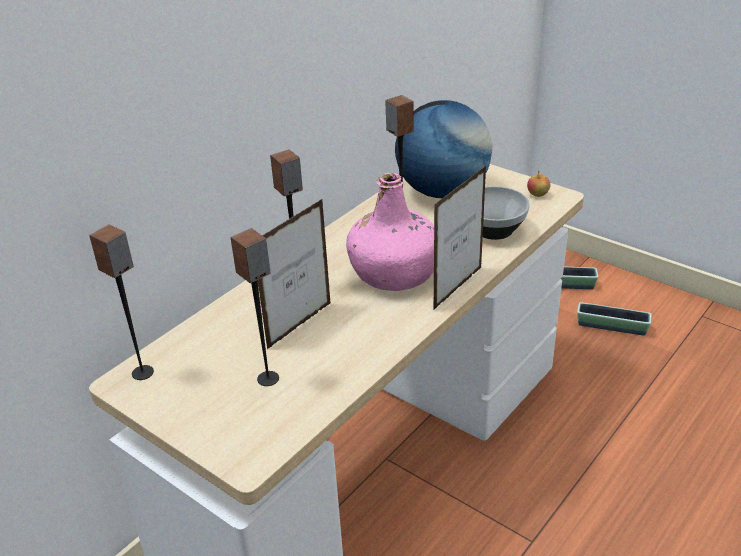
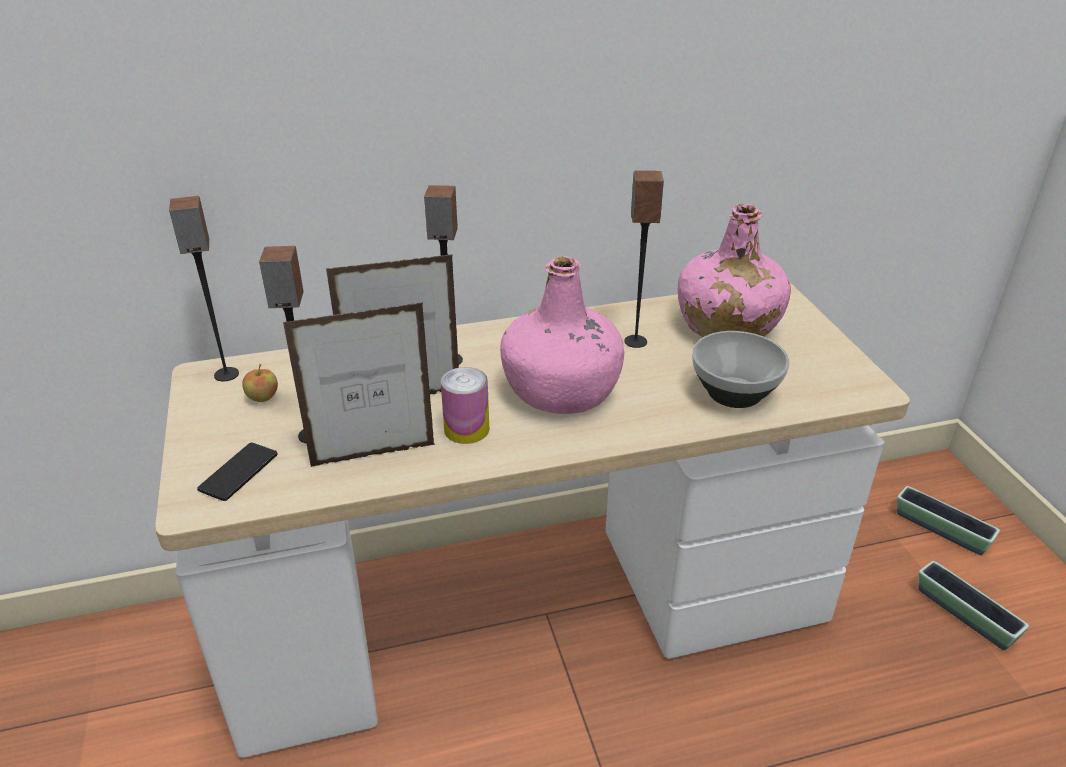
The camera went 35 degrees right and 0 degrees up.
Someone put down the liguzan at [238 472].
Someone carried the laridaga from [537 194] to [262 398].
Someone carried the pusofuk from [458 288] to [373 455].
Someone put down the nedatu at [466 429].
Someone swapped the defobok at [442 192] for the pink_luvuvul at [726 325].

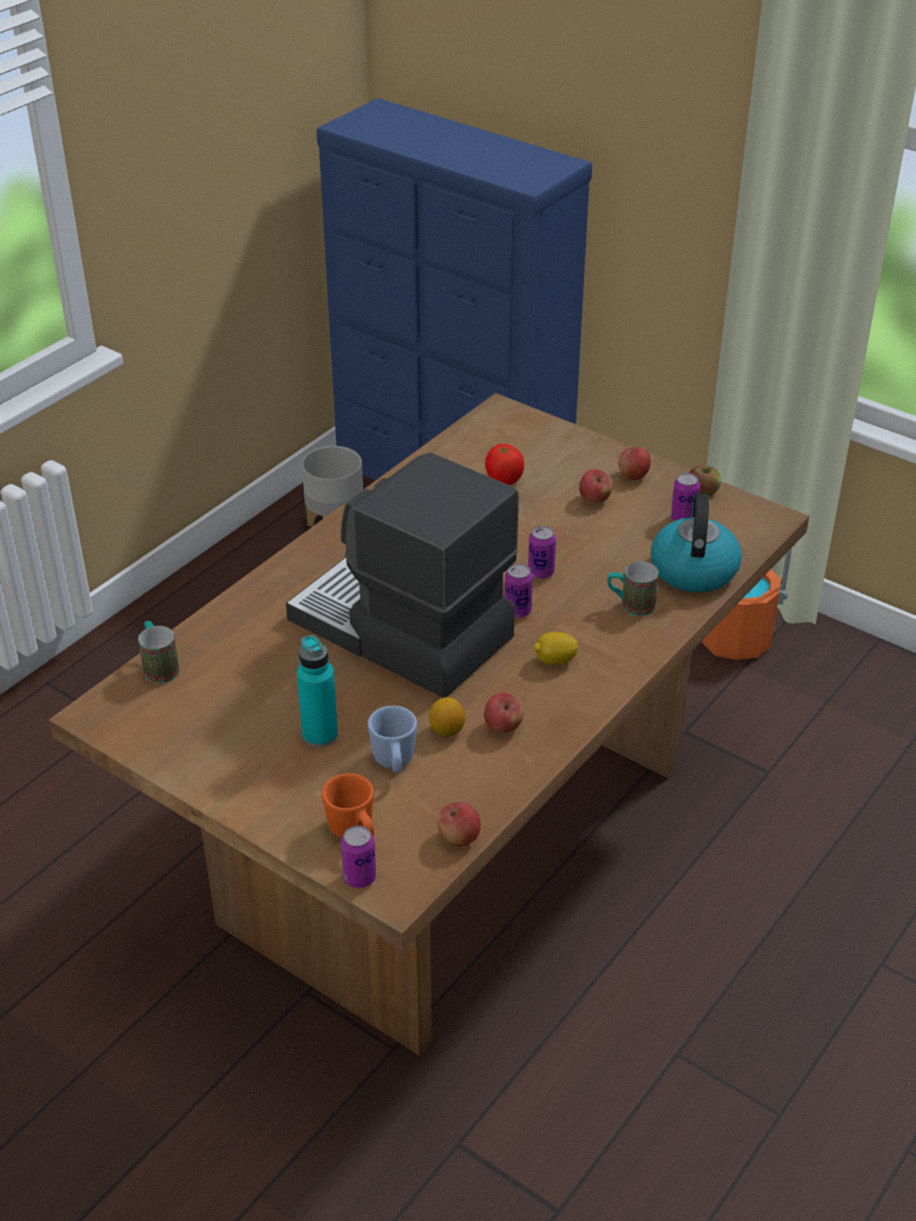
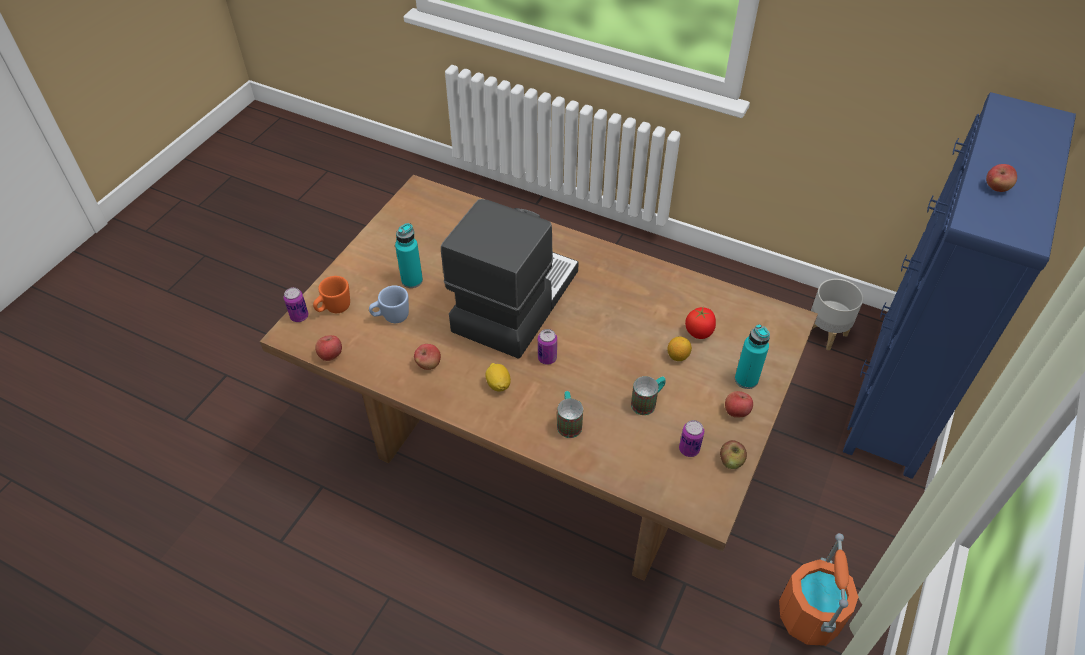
The camera went 80 degrees right and 10 degrees up.
Someone carried the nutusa from [159 666] to [647 402].
Someone carried the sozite from [446 730] to [678 356].
Someone put down the turquoise_luvuvul at [746 379].
Someone carried the laridaga from [594 500] to [996 188].
Someone took away the nedatu at [541 572].
Someone took away the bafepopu at [693 569].

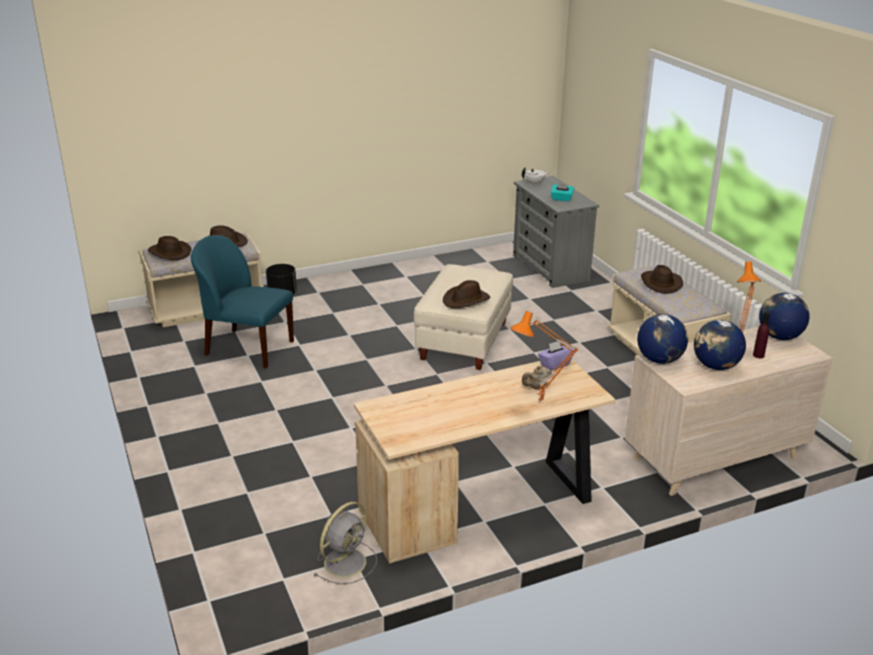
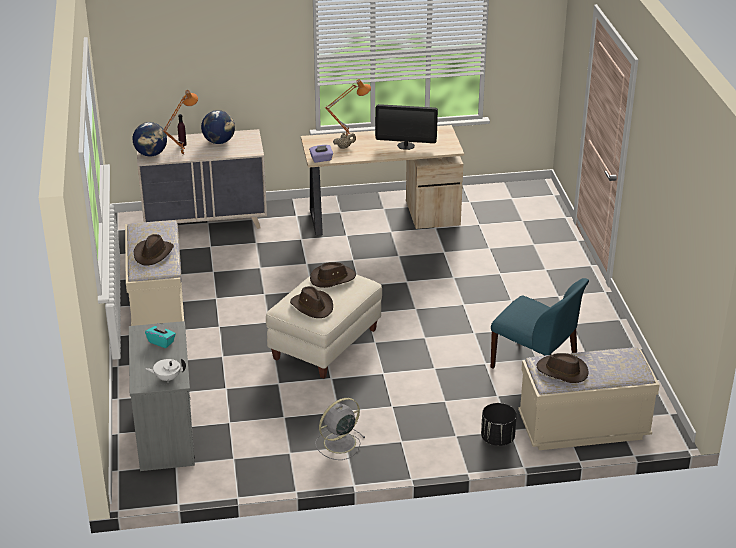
The camera went 165 degrees left and 5 degrees up.
Someone carried the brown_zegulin from [169 253] to [312 306].
Someone carried the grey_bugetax from [346 561] to [338 443].
Someone put down the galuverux at [406 146].
Someone took away the defobok at [659 360].

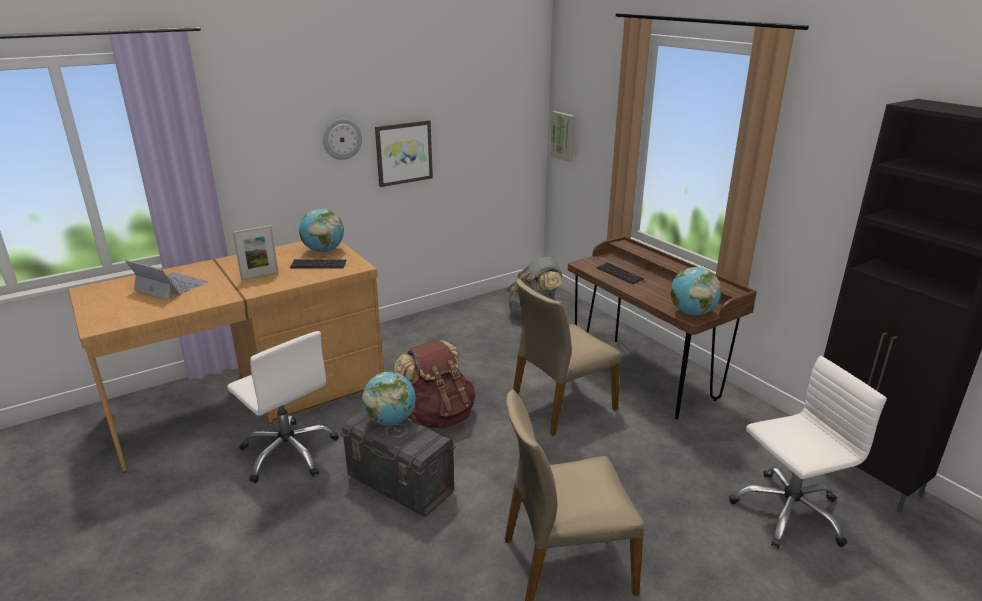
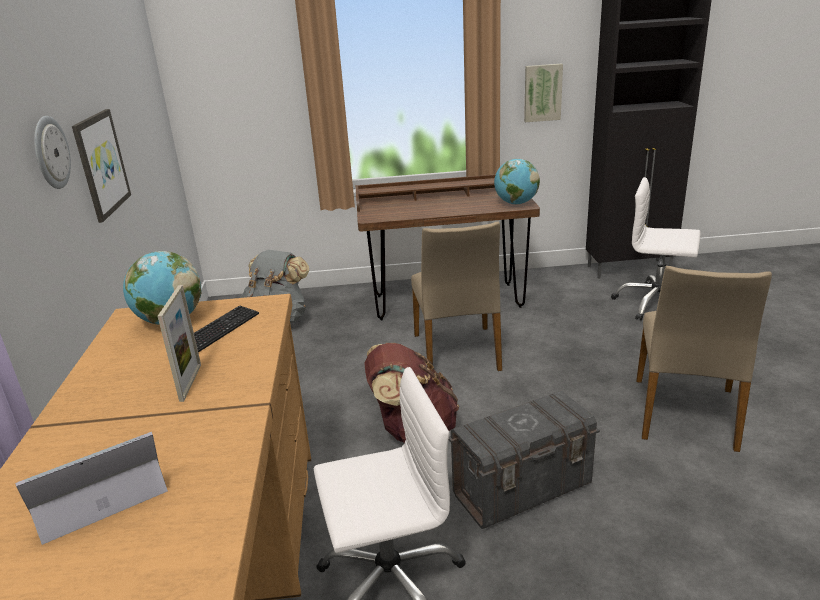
The camera went 60 degrees left and 0 degrees up.
Someone carried the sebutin from [564 136] to [542 92].
Someone rotated the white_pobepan at [788 512] by 75 degrees counterclockwise.
Someone took away the defobok at [390 420].
Someone took away the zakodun at [619 274].

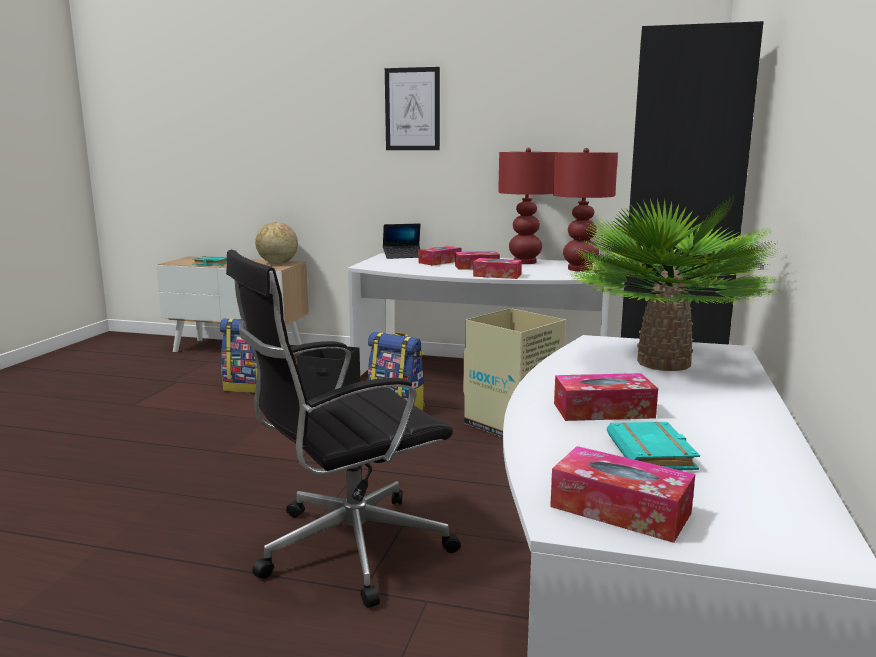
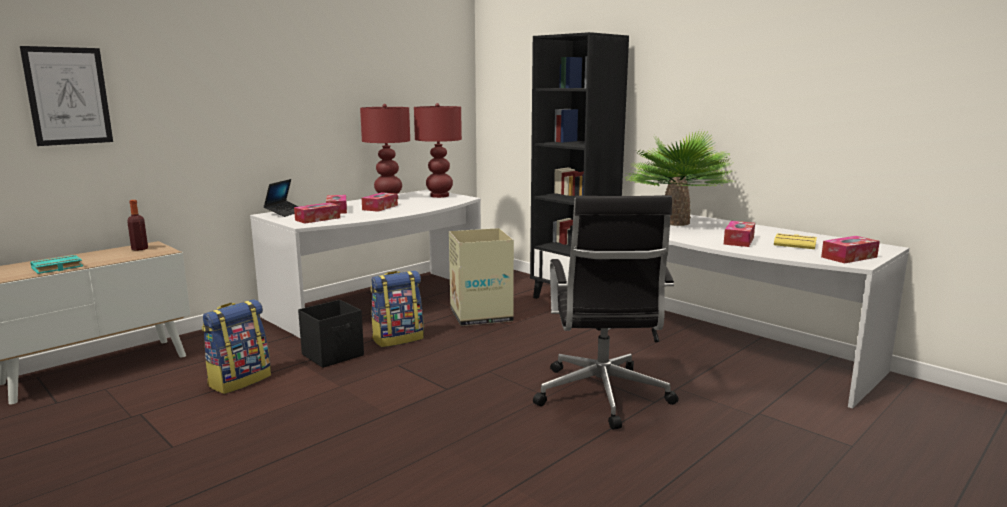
The camera went 60 degrees left and 0 degrees up.
Someone carried the sebutin from [412 109] to [68 96].
Someone swapped the defobok at [277 263] for the luvuvul at [139 249].
Someone carried the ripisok from [497 275] to [317 219].
Someone repainted the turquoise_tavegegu at [654 454], which became the yellow_tavegegu at [795 245].

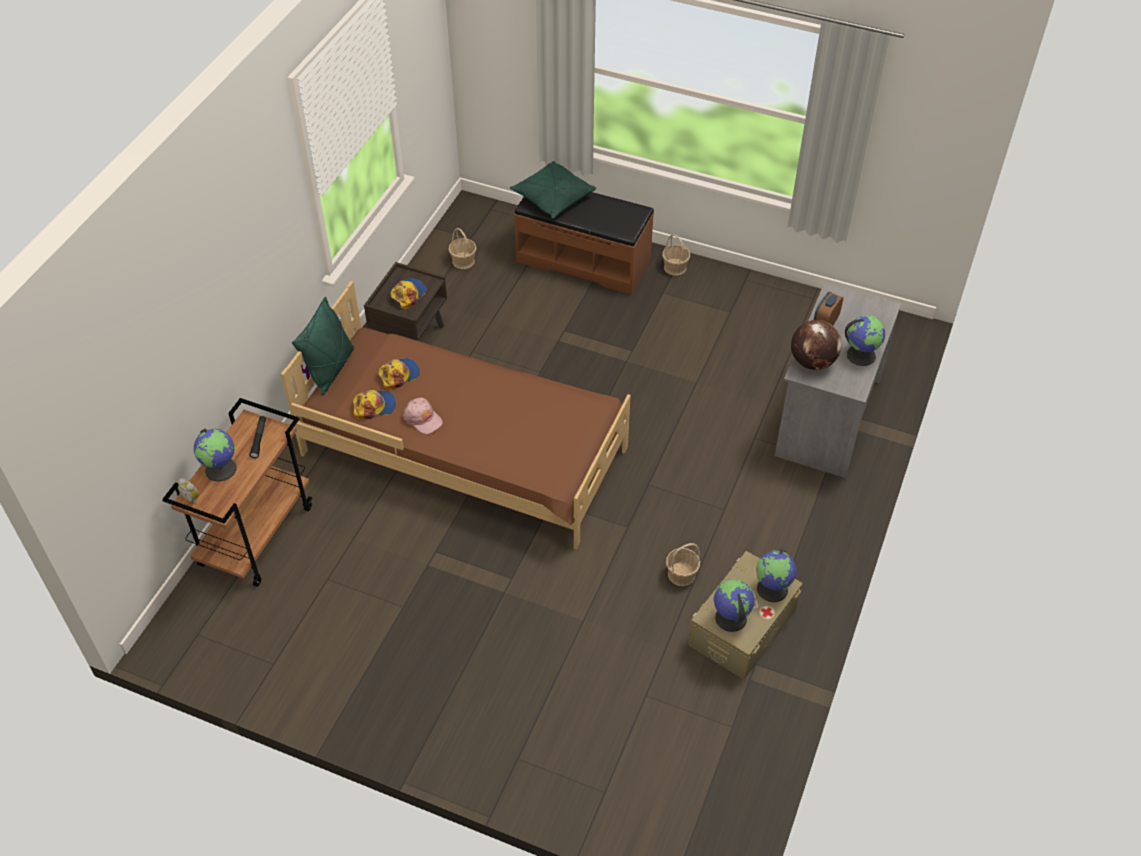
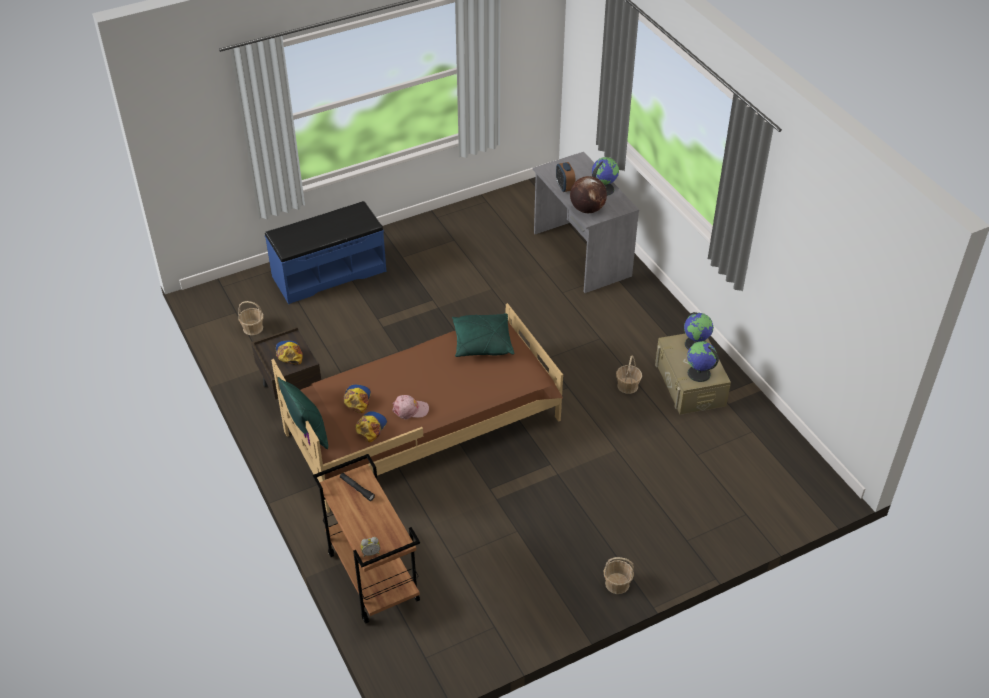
The camera went 50 degrees left and 5 degrees down.
Someone repainted the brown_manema at [584 260], which became the blue_manema at [329 273].
Someone carried the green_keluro from [553 198] to [482 343].
Someone carried the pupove from [675 267] to [617 583].
Someone took away the defobok at [221 469].

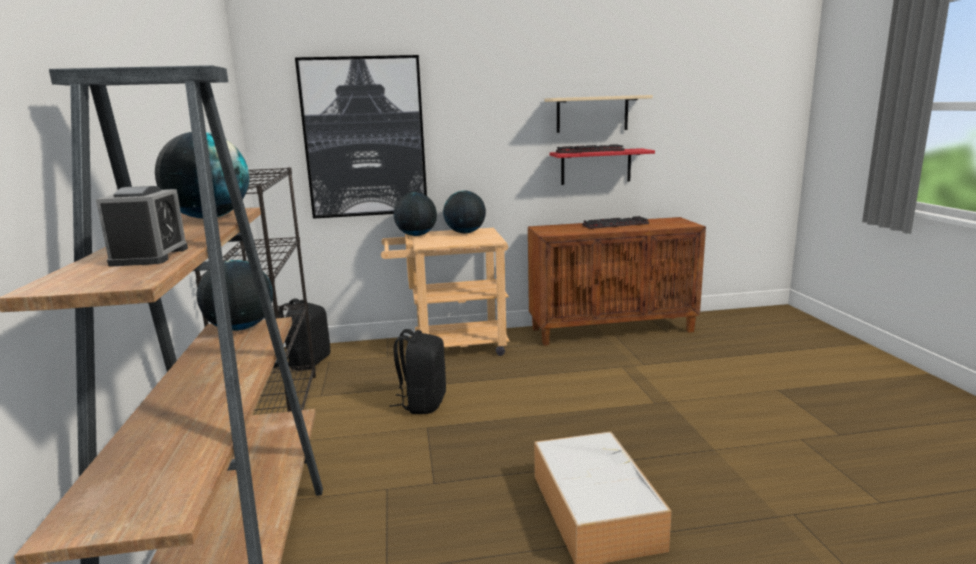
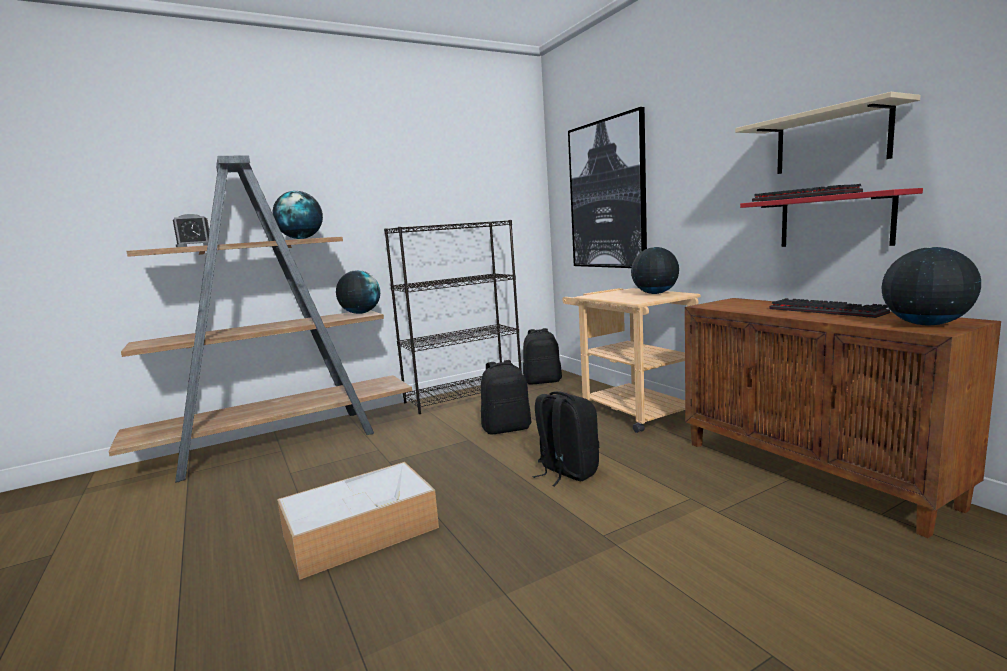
The camera went 70 degrees right and 5 degrees down.
Someone put down the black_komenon at [566 472].
Someone carried the defobok from [416 235] to [925 324].

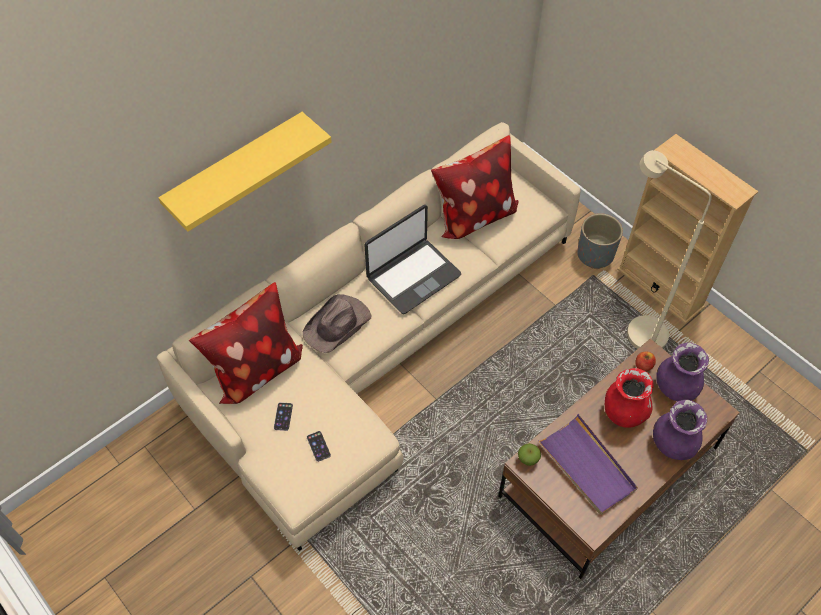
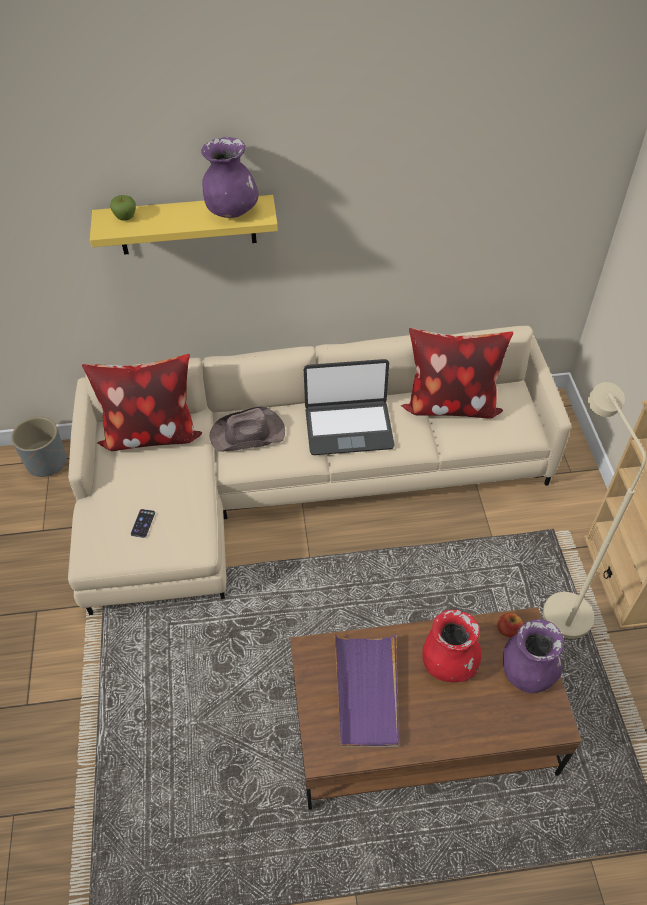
The camera went 35 degrees right and 5 degrees down.
Someone carried the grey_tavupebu from [595 254] to [47 462].
Someone carried the laridaga from [528 459] to [125 218].
Someone carried the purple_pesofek from [673 444] to [231 211].
Someone took away the liguzan at [283 416].

